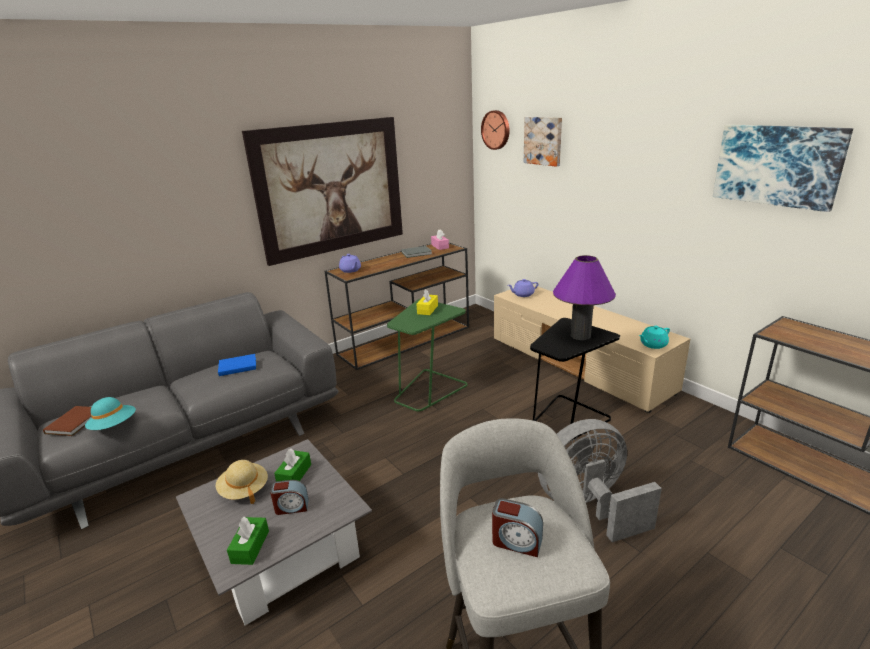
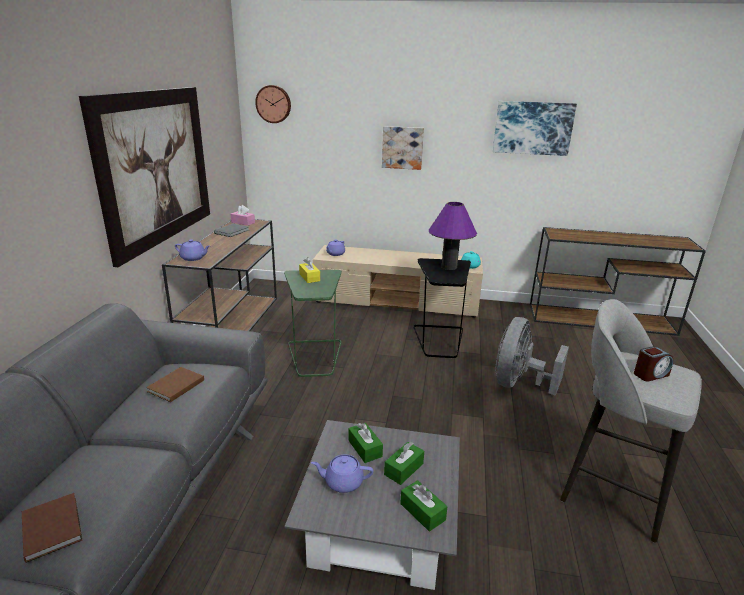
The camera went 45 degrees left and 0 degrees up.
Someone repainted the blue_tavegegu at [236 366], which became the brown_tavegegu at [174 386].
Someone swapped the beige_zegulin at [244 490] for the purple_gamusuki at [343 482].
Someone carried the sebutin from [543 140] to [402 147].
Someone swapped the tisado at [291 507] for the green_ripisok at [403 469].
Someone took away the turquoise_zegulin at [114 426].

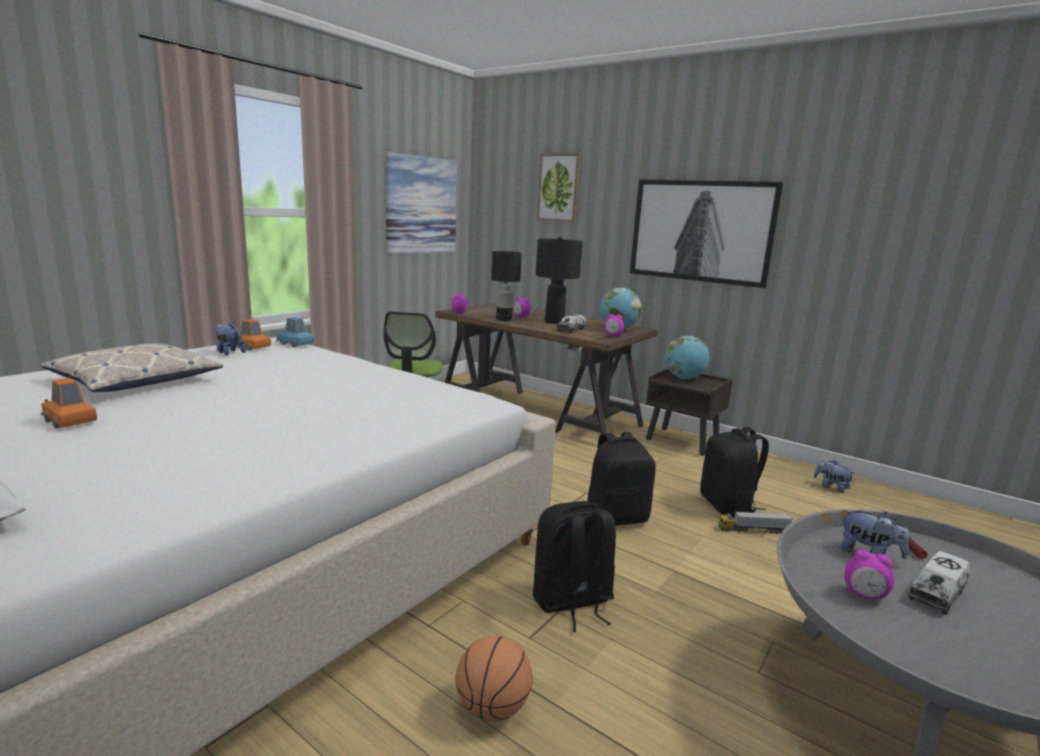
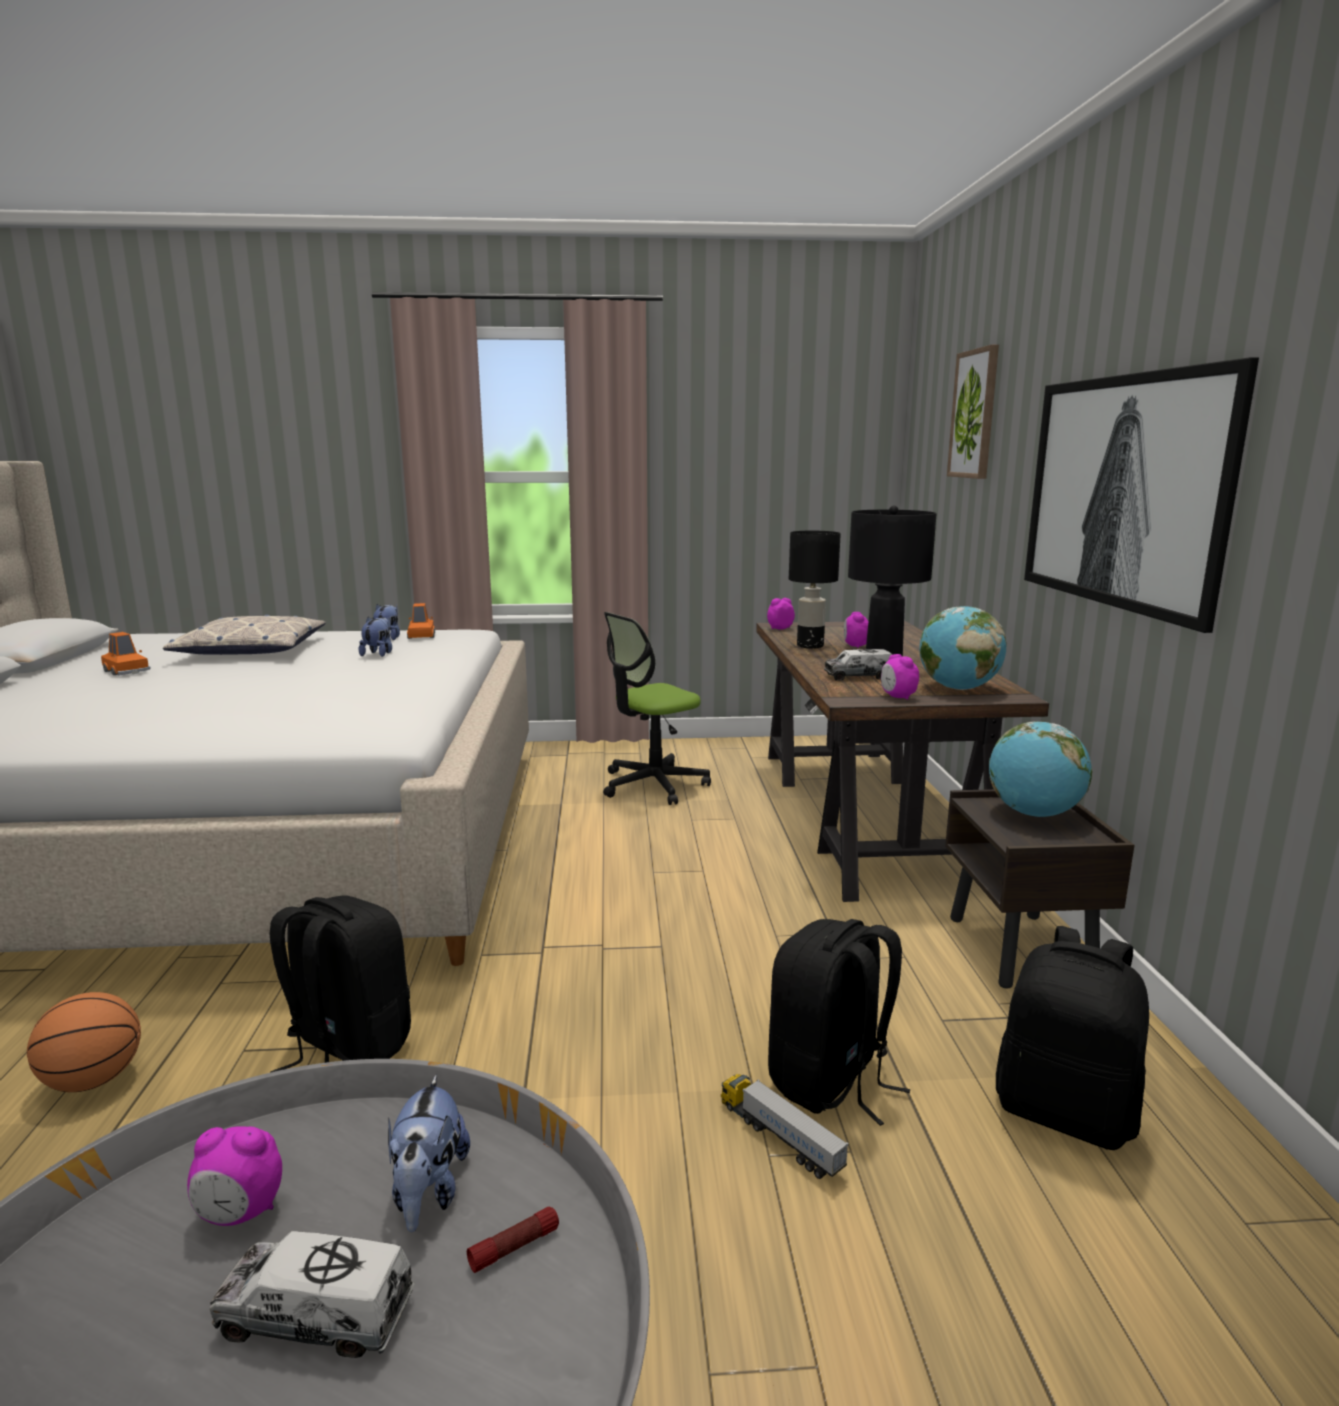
The camera went 50 degrees right and 0 degrees up.
Someone rotated the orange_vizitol at [70 420] by 135 degrees clockwise.
Someone rotated the tisado at [864 595] by 75 degrees counterclockwise.
Someone carried the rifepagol from [831 487] to [379 654].
Someone carried the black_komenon from [616 518] to [1065 1112].
Someone took away the blue_vizitol at [295 344].
Someone took away the sebutin at [421 206].

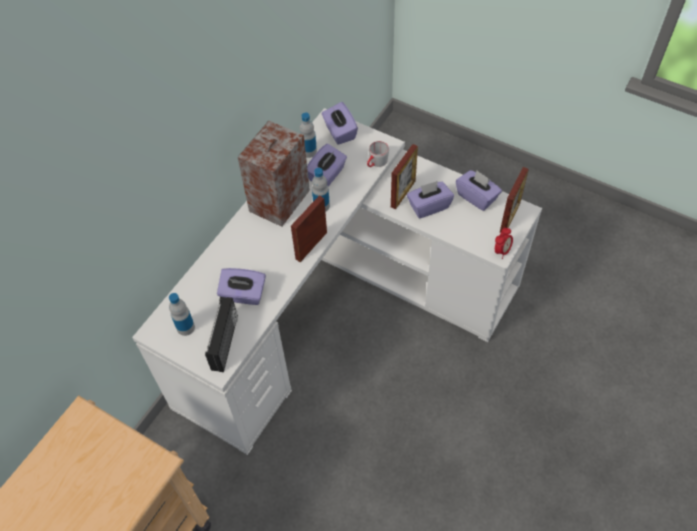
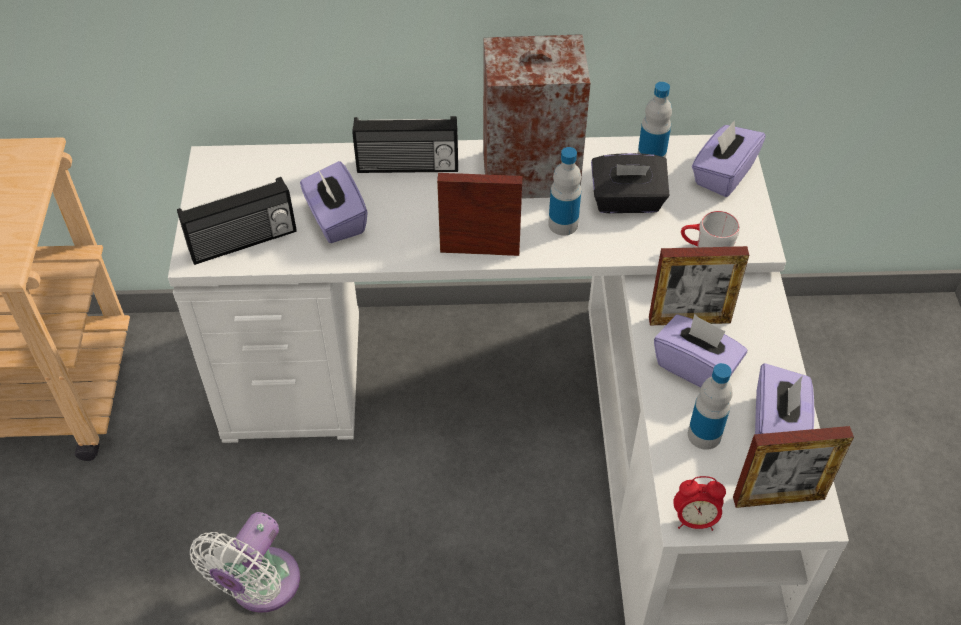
The camera went 55 degrees right and 5 degrees down.
Someone put down the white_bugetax at [260 587].
Someone put down the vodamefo at [407 167].
Someone repainted the purple_ripisok at [327 175], which became the black_ripisok at [627 201].
Someone carried the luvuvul from [185 327] to [704 435].

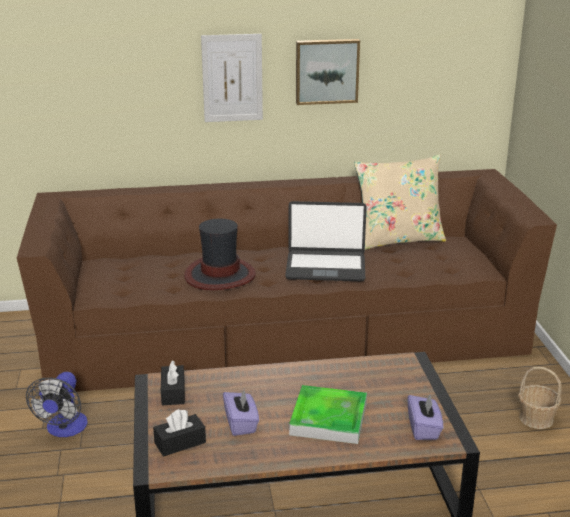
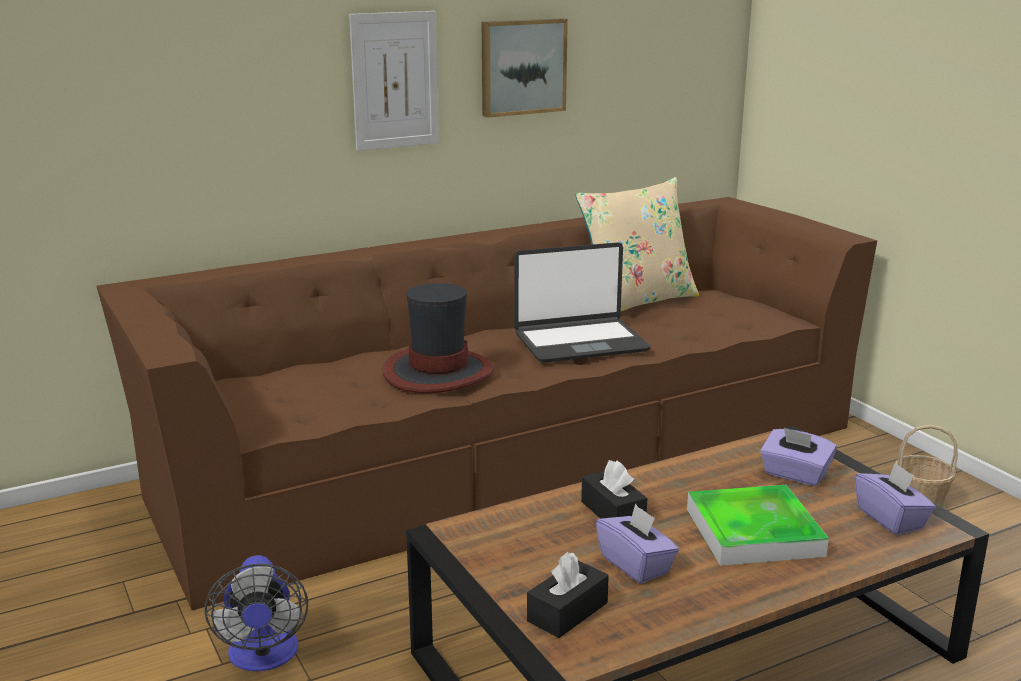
The camera went 20 degrees left and 5 degrees down.
Someone carried the black_ripisok from [173 392] to [613 512].
Someone put down the purple_ripisok at [795 475].

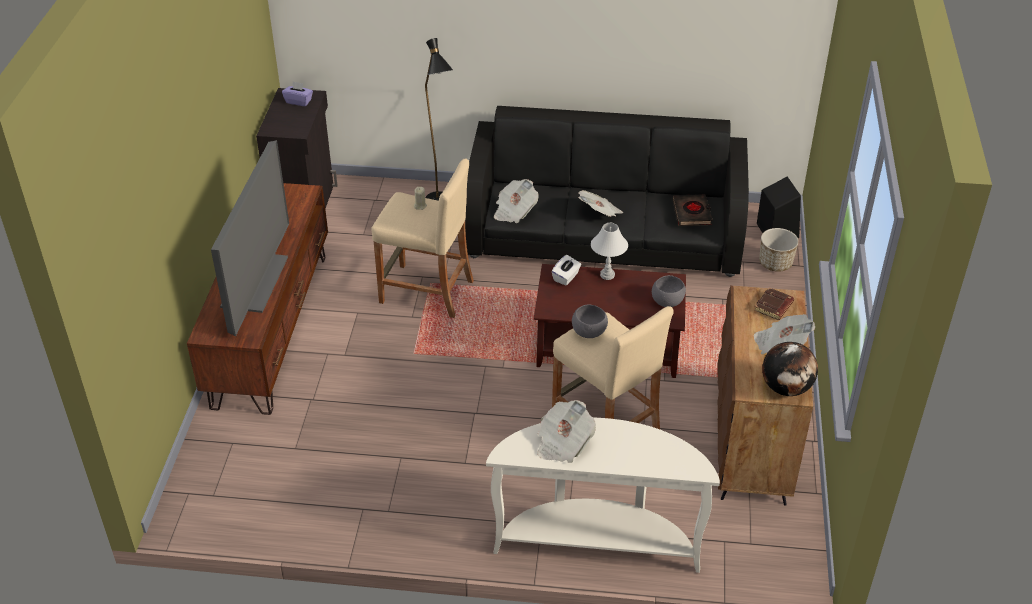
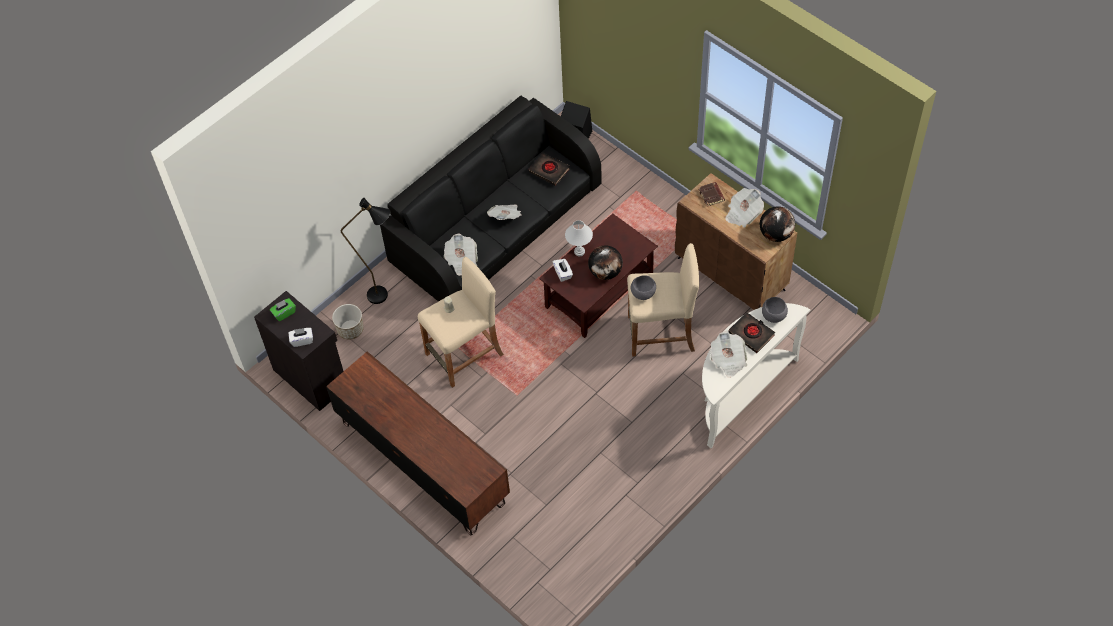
The camera went 50 degrees left and 15 degrees up.
Someone repainted the purple_ripisok at [298 101], which became the green_ripisok at [284 313].
Someone put down the white_ripisok at [302 340].
Someone carried the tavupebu from [775 263] to [350 329].
Someone put down the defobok at [605 272].
Someone put down the black_tavegegu at [751 334].
Someone carried the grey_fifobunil from [667 301] to [773 316].
Someone took away the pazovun at [255 281].

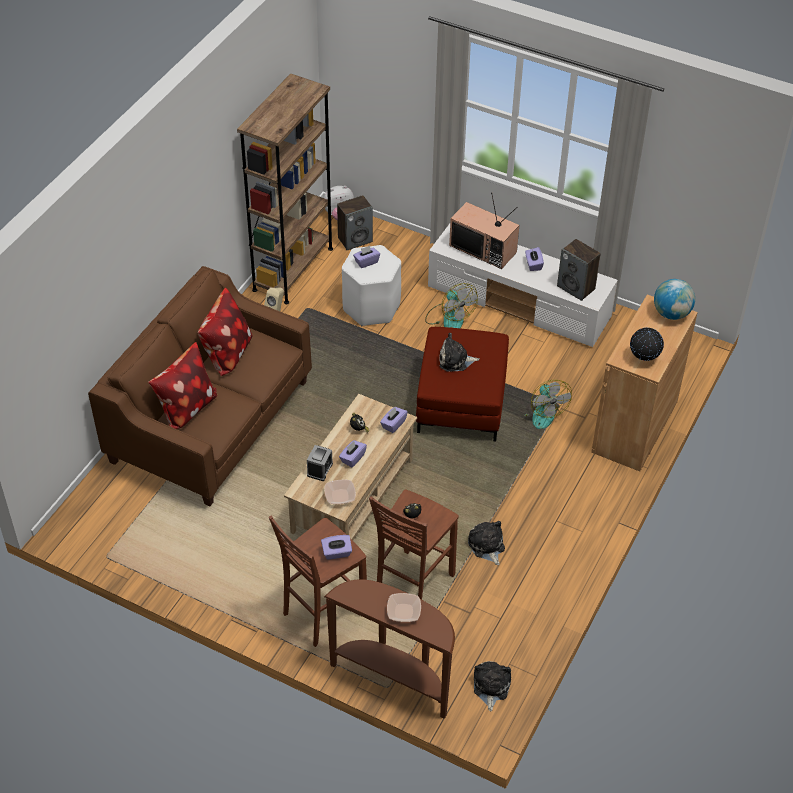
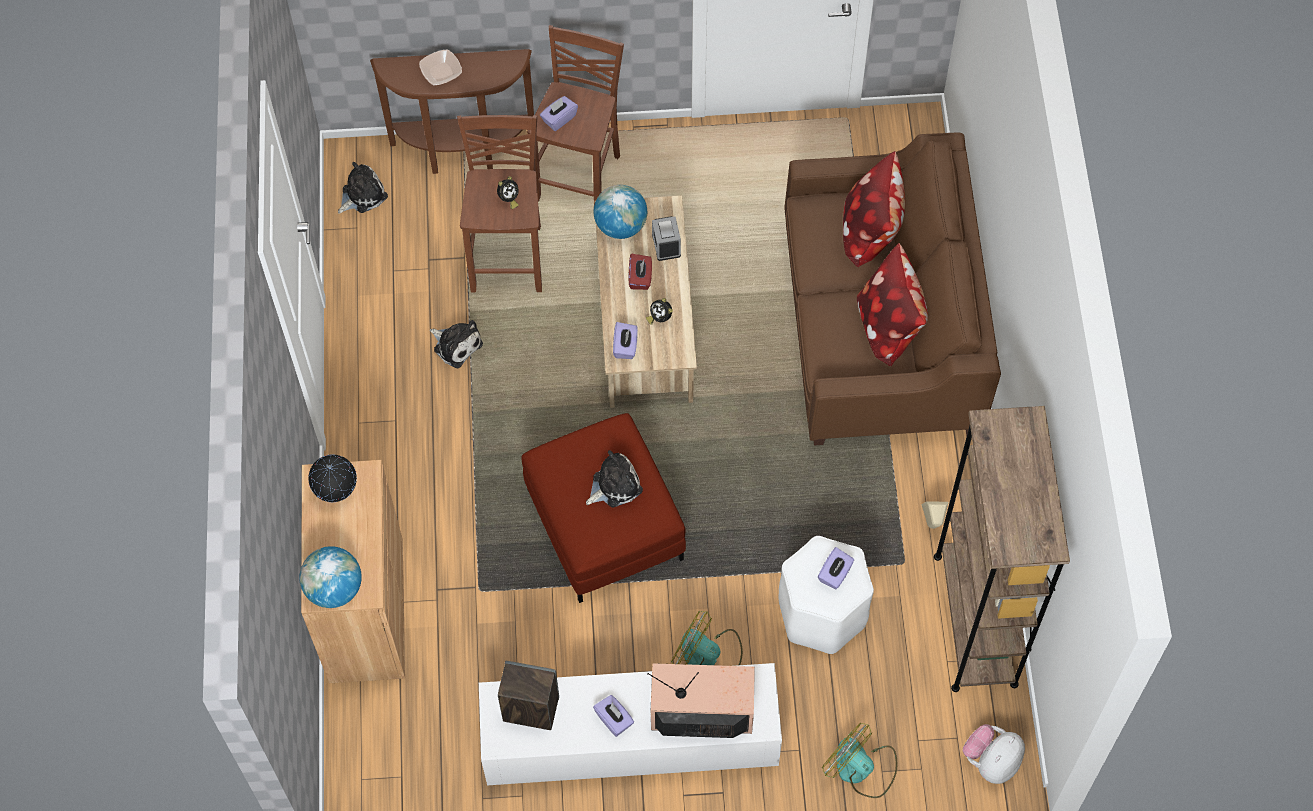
The camera went 150 degrees right and 15 degrees up.
Someone rotated the rifepagol at [490 687] by 105 degrees counterclockwise.
Someone swapped the fifobunil at [340 496] for the defobok at [620 226].
Someone repainted the purple_ripisok at [352 458], which became the red_ripisok at [640 278].
Someone carried the bugetax from [540 412] to [860 769].
Someone took away the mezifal at [355 239].

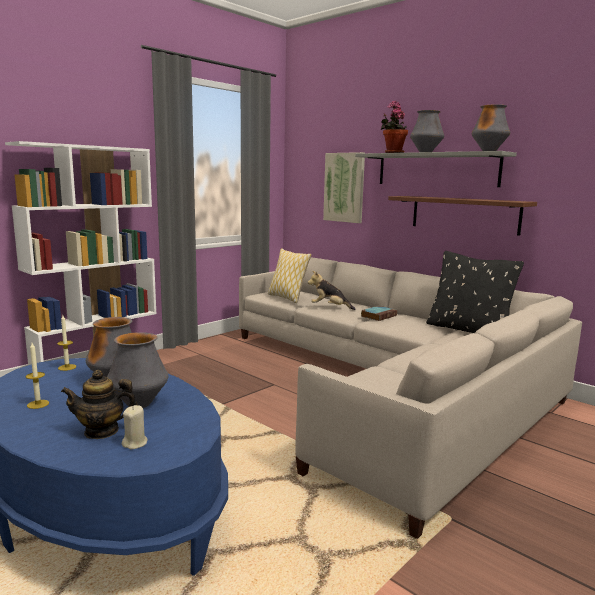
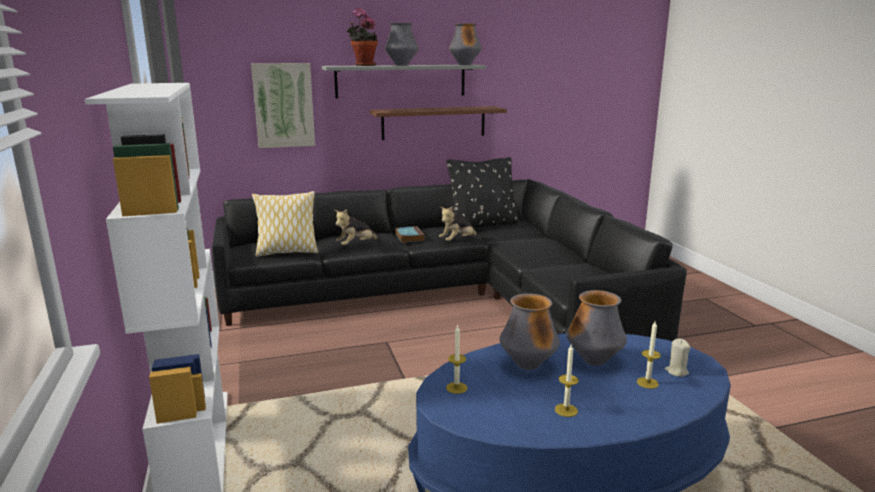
The camera went 60 degrees left and 5 degrees up.
Someone repainted the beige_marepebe at [389 387], which became the black_marepebe at [449 298].
Someone put down the rifepagol at [457 241].
Someone swapped the gamusuki at [102 431] for the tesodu at [647 383].

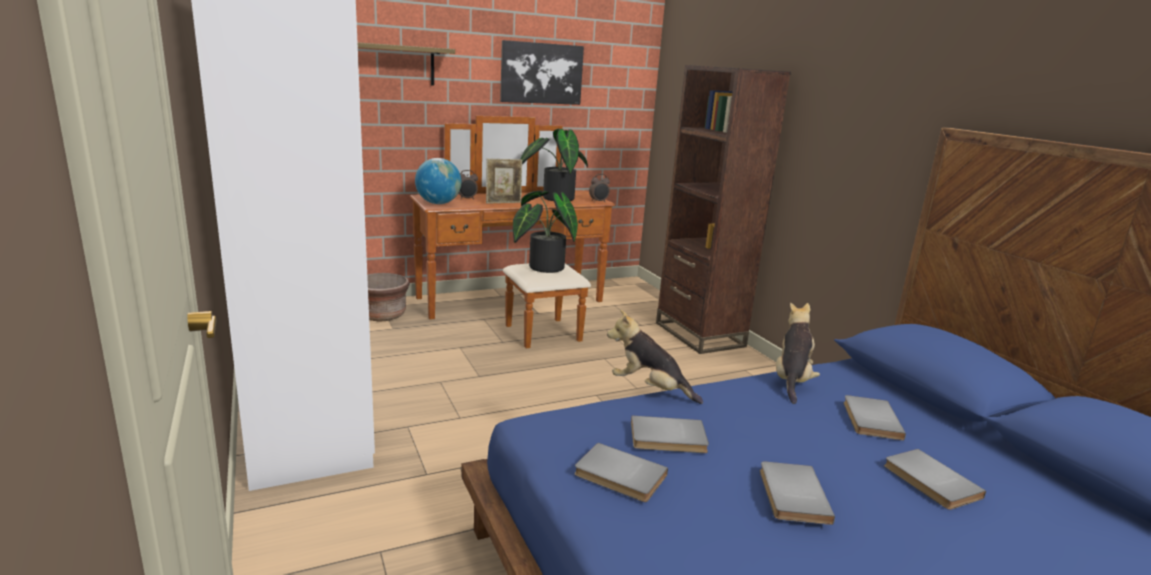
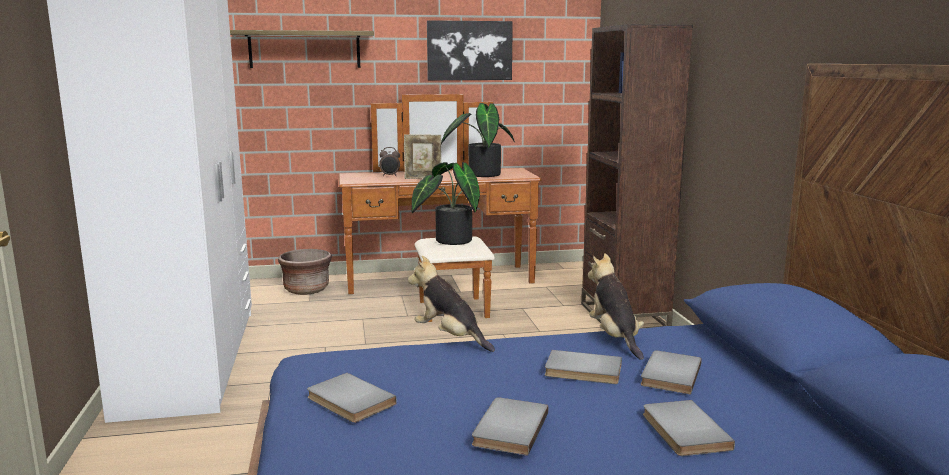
The camera went 15 degrees right and 5 degrees down.
Someone carried the grey_tavegegu from [668 439] to [583 371].
Someone rotated the rifepagol at [792 380] by 45 degrees counterclockwise.
Someone took away the defobok at [438 203].
Someone took away the tisado at [598 201].

